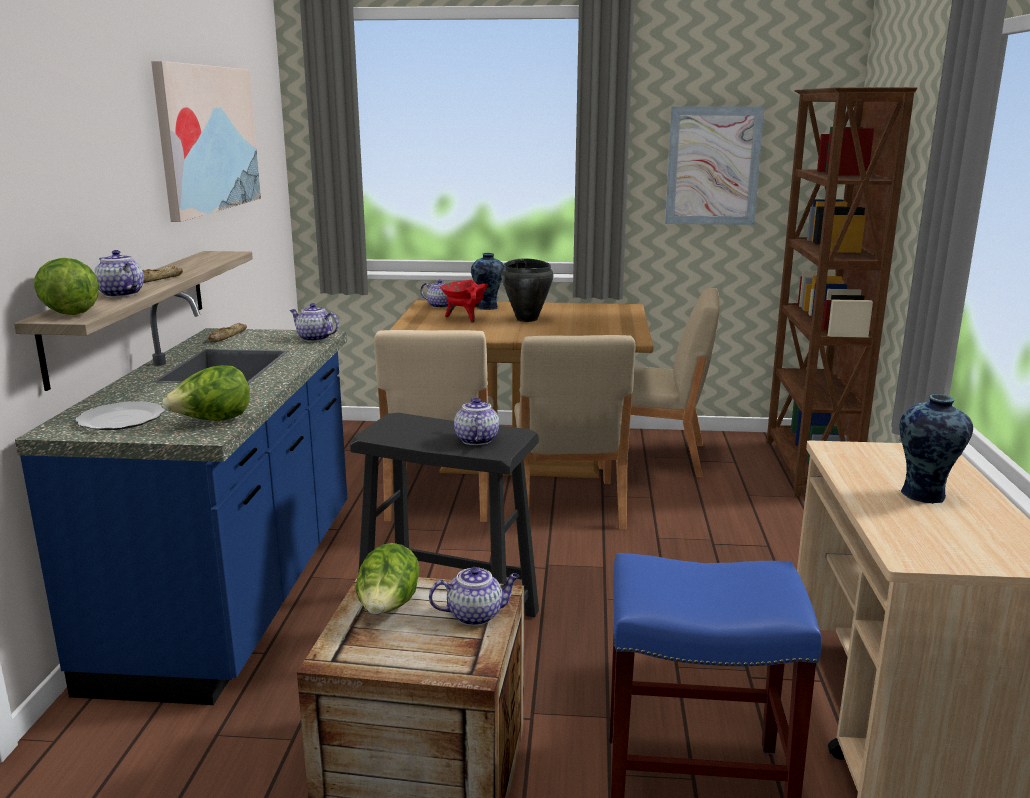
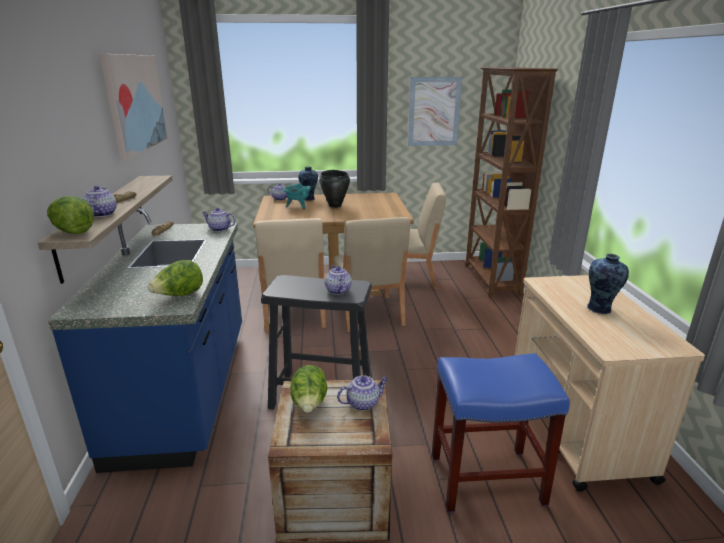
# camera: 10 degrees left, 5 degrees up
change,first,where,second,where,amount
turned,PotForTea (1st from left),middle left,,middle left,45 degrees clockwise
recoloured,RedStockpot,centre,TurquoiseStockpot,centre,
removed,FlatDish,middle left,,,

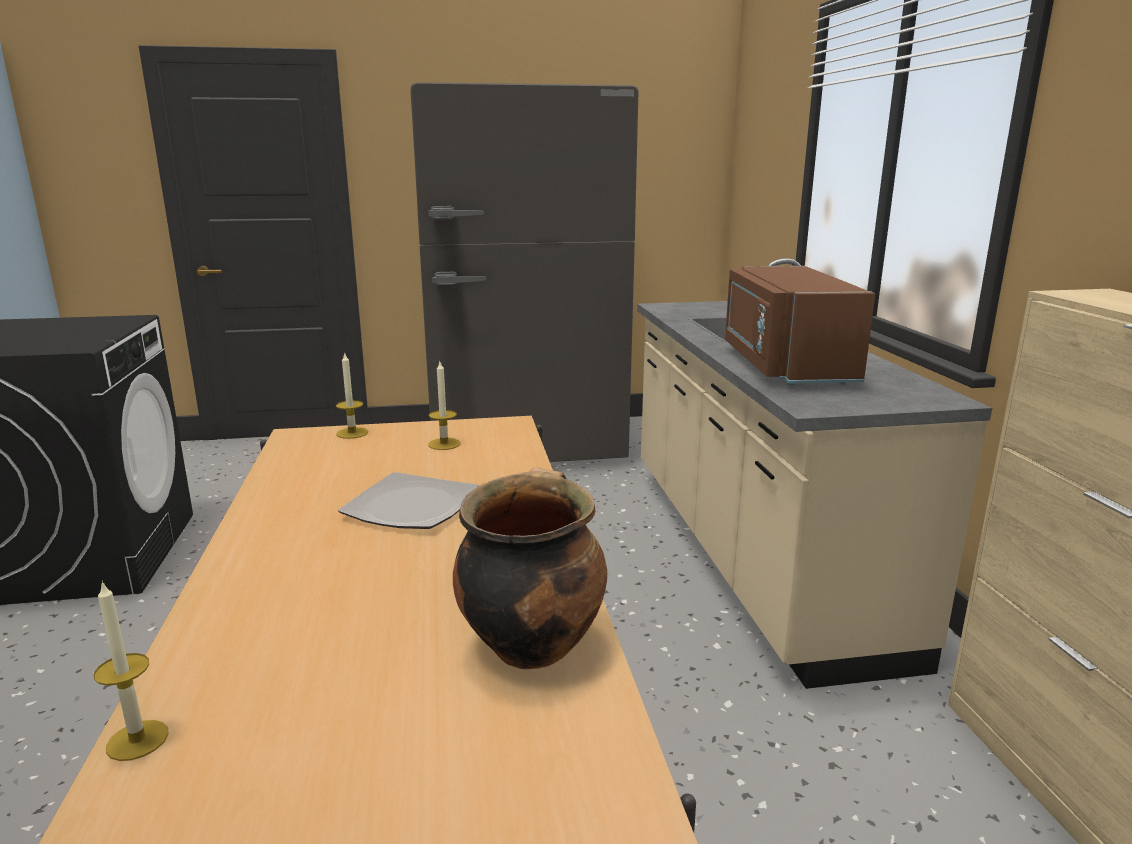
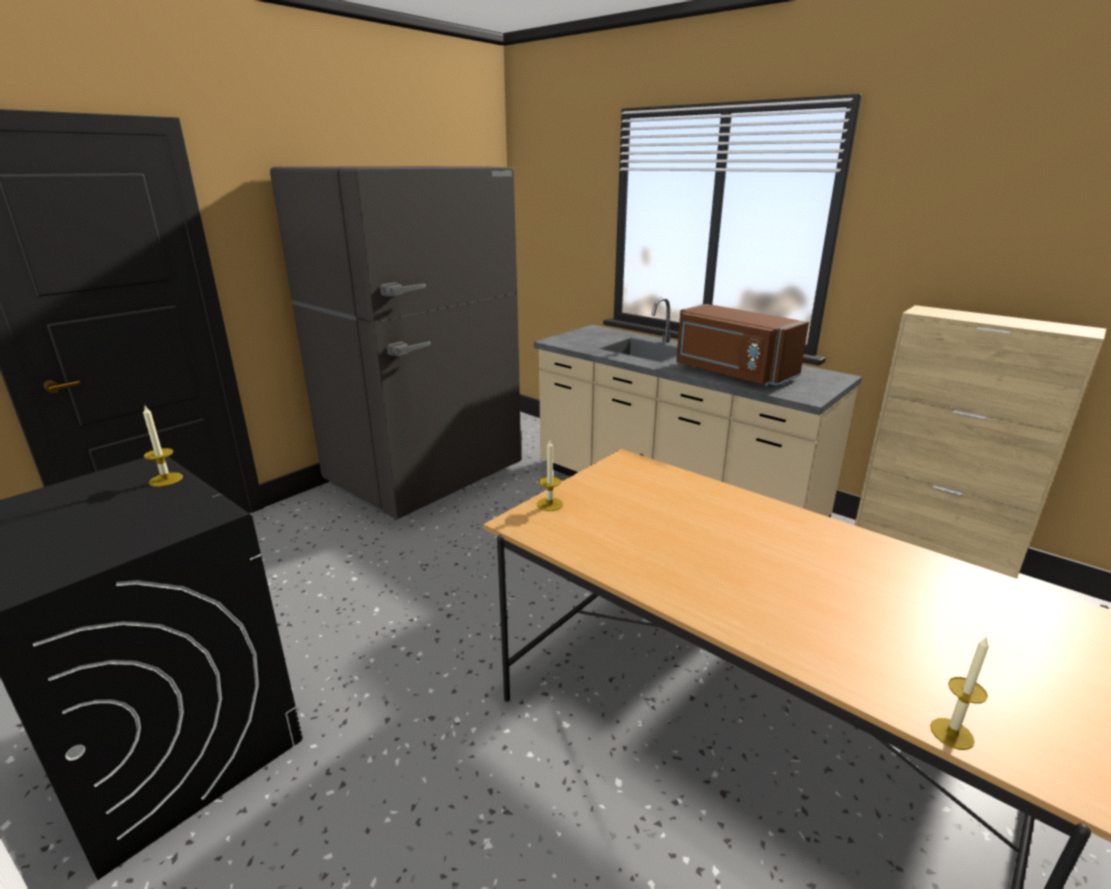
# camera: 40 degrees left, 5 degrees up
change,first,where,second,where,amount
moved,Candle (3rd from left in the first image),centre,Candle (1st from left),middle left,
removed,FlatDish,centre,,,
removed,Stockpot,bottom centre,,,

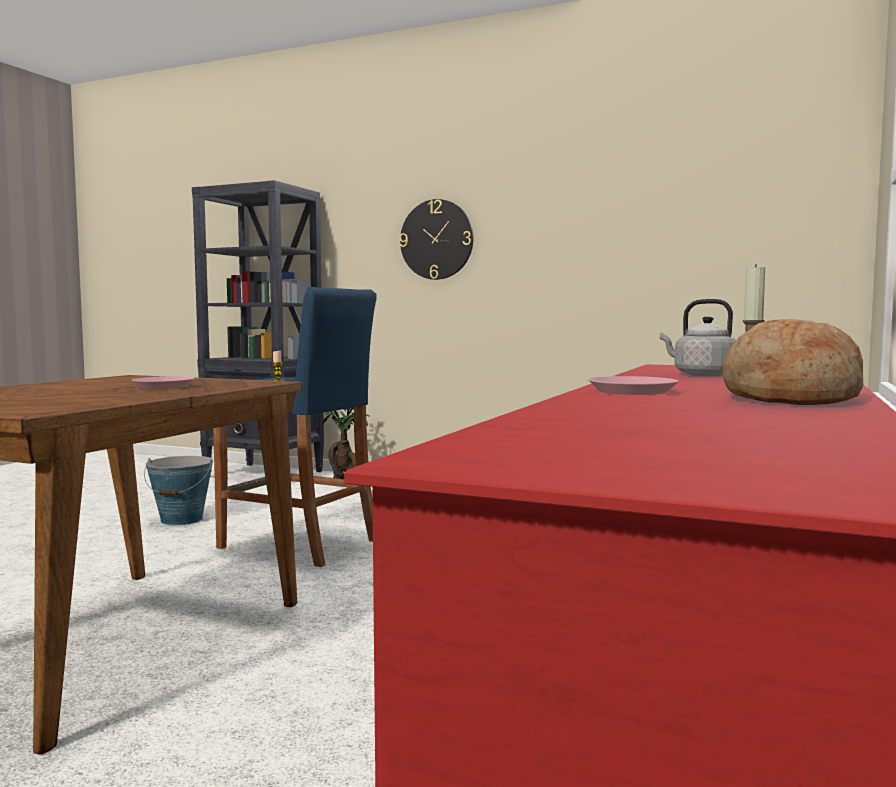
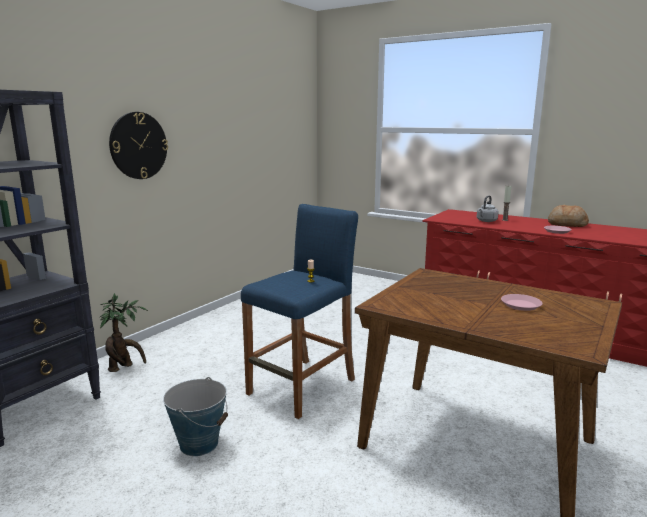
# camera: 80 degrees left, 10 degrees up
change,first,where,second,where,amount
moved,PinkishFlatDish (1st from left),middle left,,middle right,

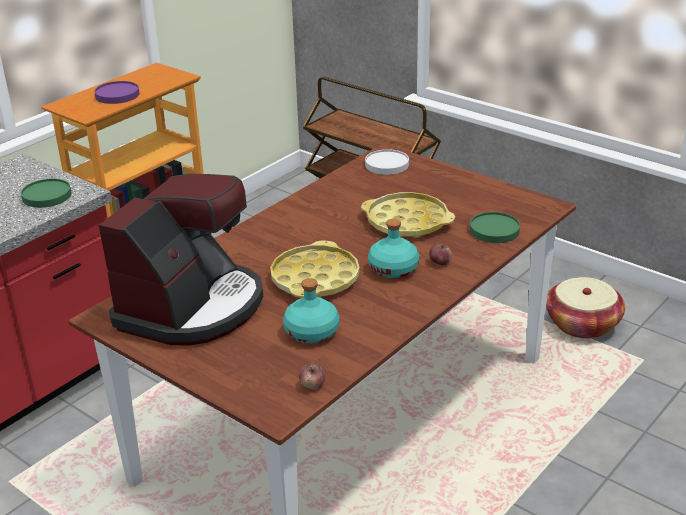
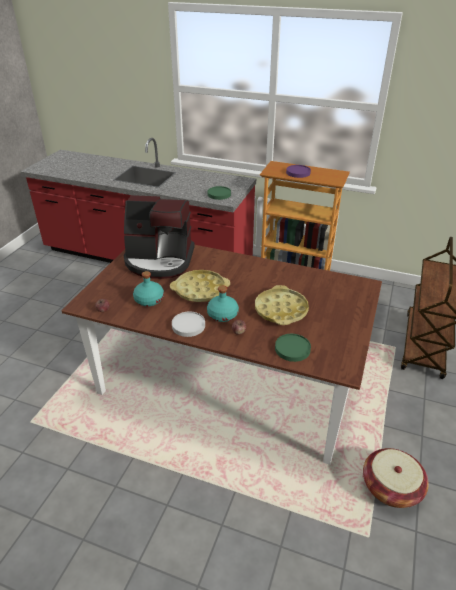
# camera: 70 degrees right, 5 degrees up
change,first,where,second,where,amount
moved,WhiteColouredFlatDish,top centre,,centre,

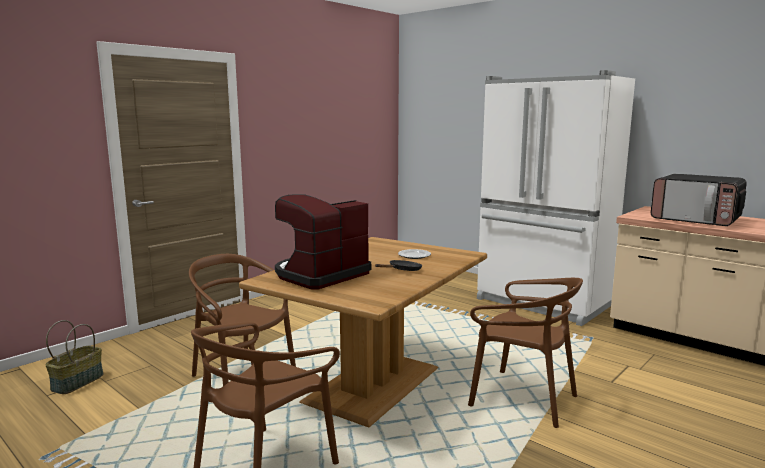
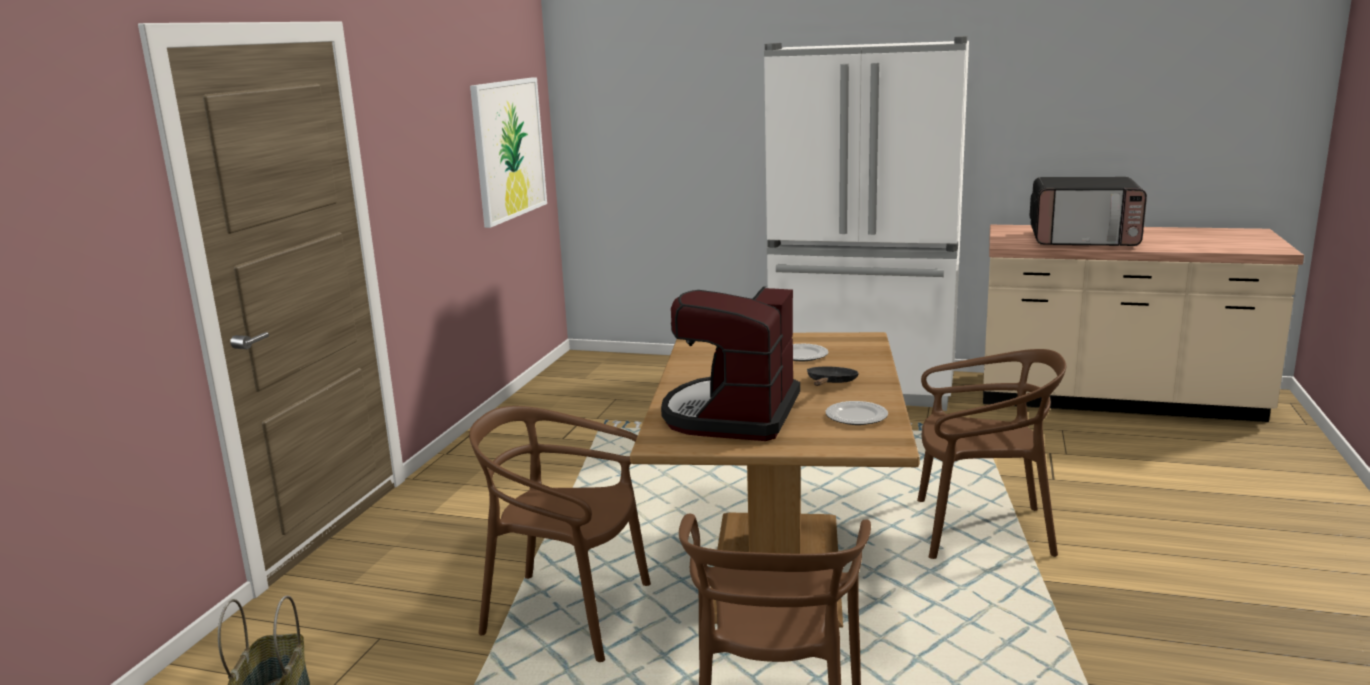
# camera: 25 degrees left, 5 degrees up
change,first,where,second,where,amount
added,,,WallPicture,top centre,
added,,,FlatDish (2nd from left),centre,

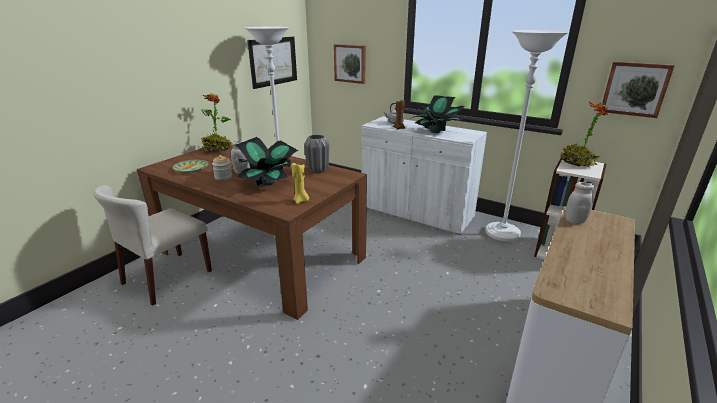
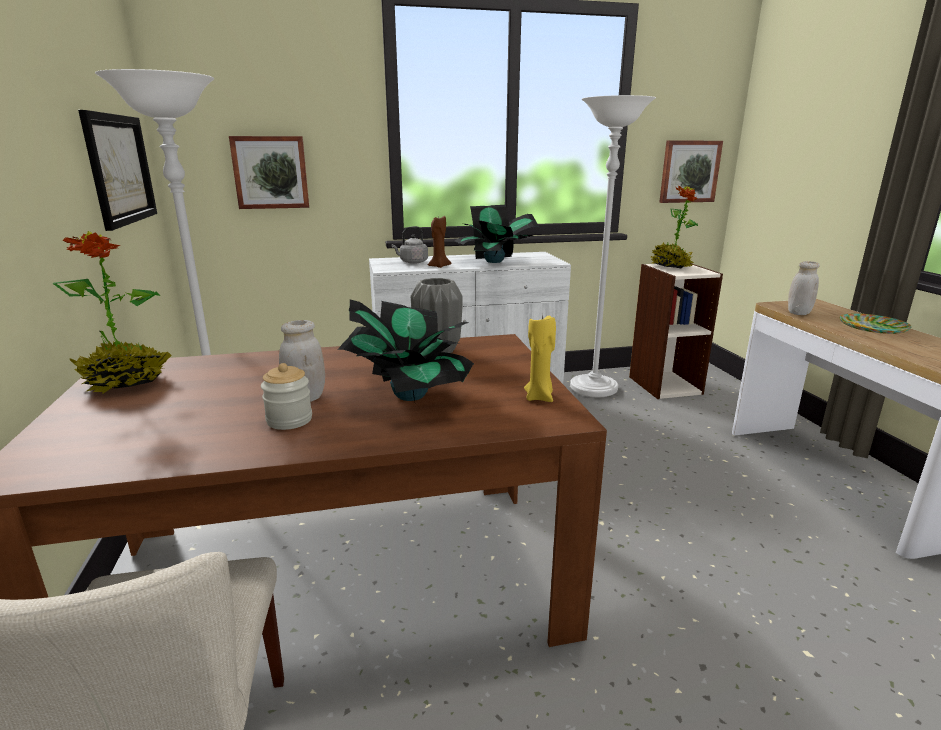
# camera: 45 degrees left, 5 degrees down
change,first,where,second,where,amount
moved,FlatDish,middle left,,middle right,

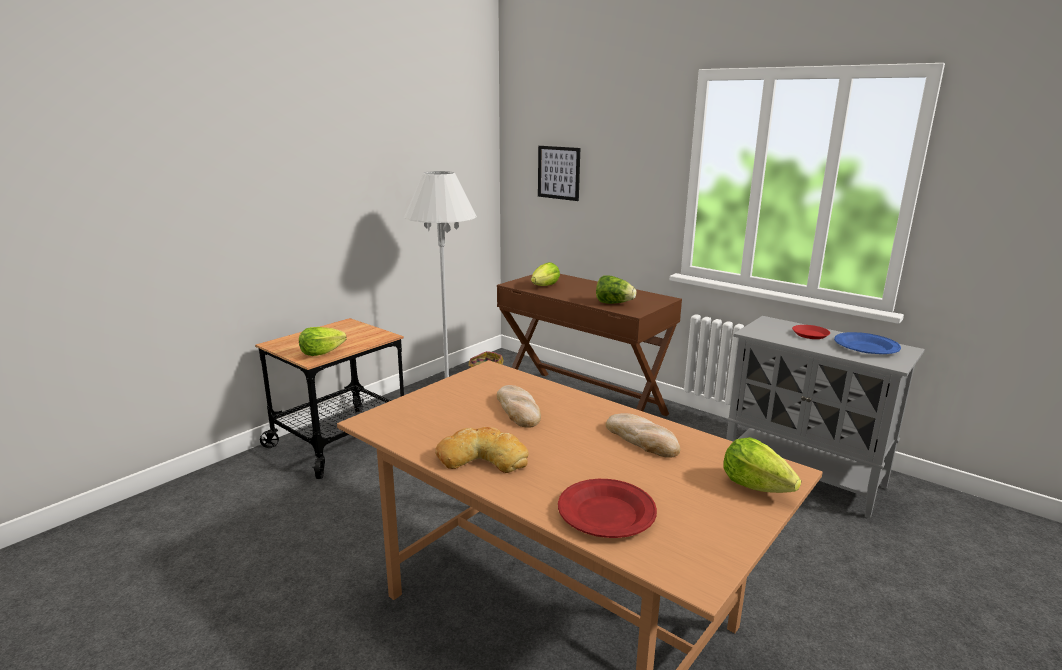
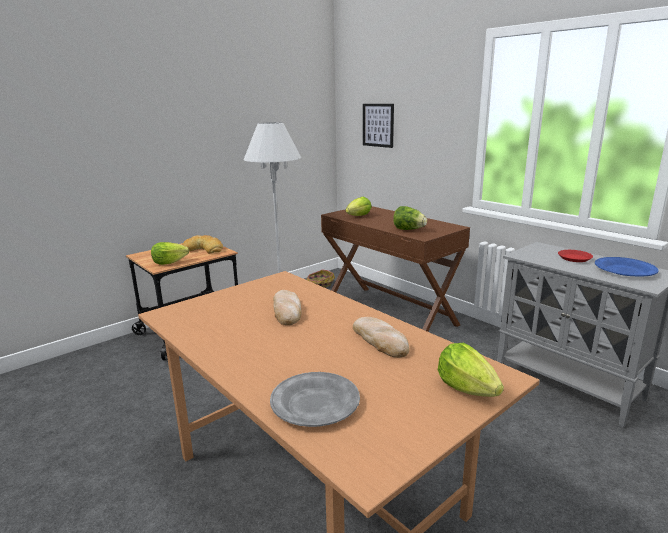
# camera: 10 degrees right, 0 degrees up
change,first,where,second,where,amount
moved,BakeryBread (1st from left),bottom centre,,middle left,
recoloured,RedFlatDish (1st from left),bottom centre,GrayFlatDish,bottom centre,

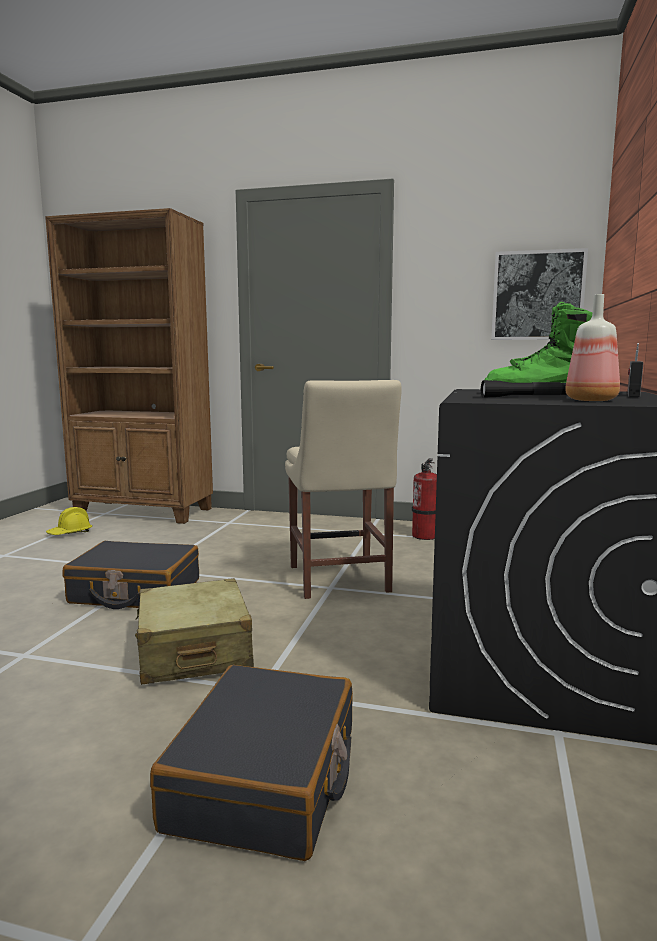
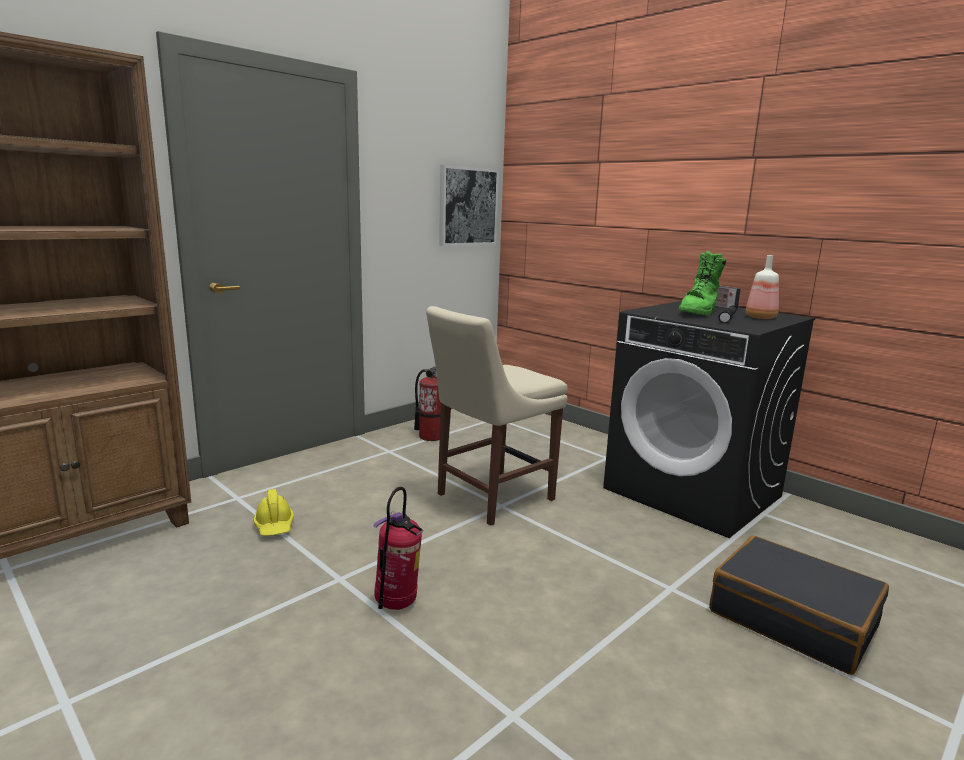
# camera: 60 degrees left, 5 degrees up
change,first,where,second,where,amount
moved,YellowHardHat,middle left,,bottom left,
replaced,BlackishTravelCase (1st from left),middle left,FireExtinguisher (1st from left),bottom centre,
turned,SandColouredUprightChair,centre,,centre,120 degrees clockwise
removed,SandColouredTravelCase,bottom left,,,

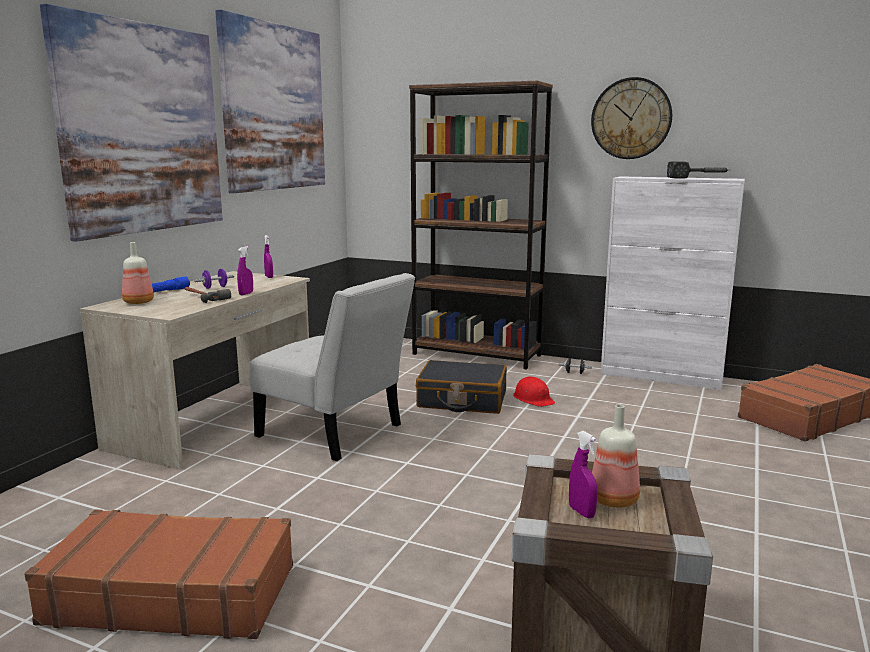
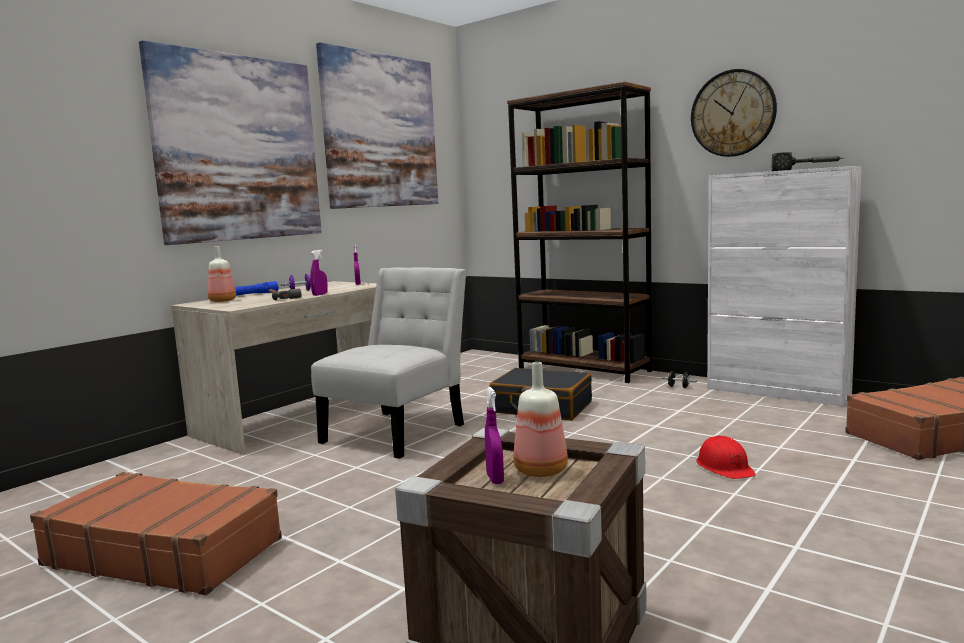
# camera: 15 degrees right, 5 degrees down
change,first,where,second,where,amount
turned,WhiteColouredUprightChair,centre,,centre,105 degrees counterclockwise
moved,RedHardHat,centre,,bottom right,

